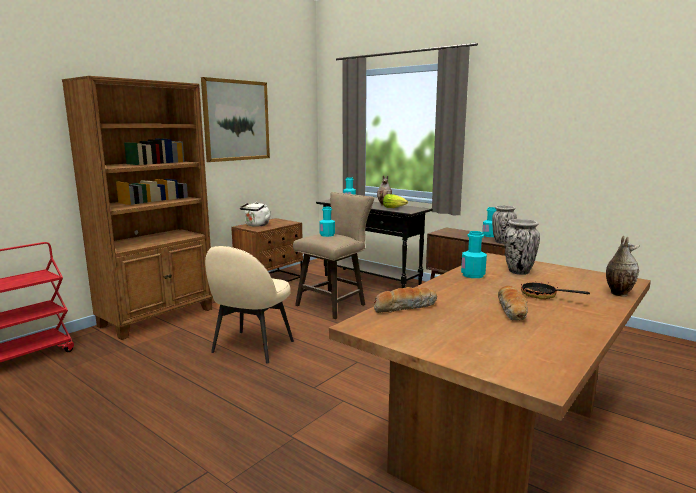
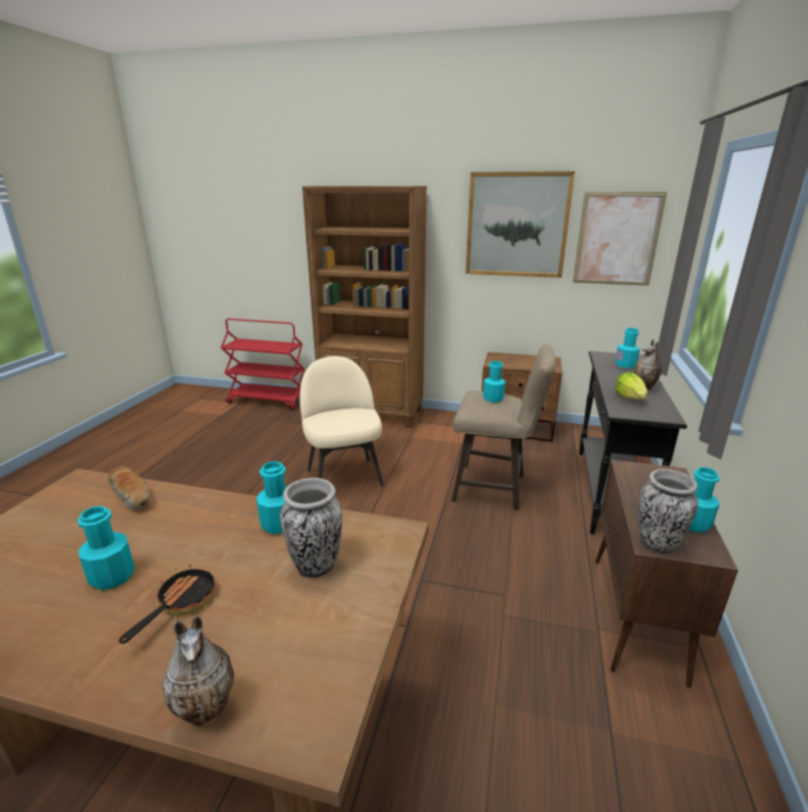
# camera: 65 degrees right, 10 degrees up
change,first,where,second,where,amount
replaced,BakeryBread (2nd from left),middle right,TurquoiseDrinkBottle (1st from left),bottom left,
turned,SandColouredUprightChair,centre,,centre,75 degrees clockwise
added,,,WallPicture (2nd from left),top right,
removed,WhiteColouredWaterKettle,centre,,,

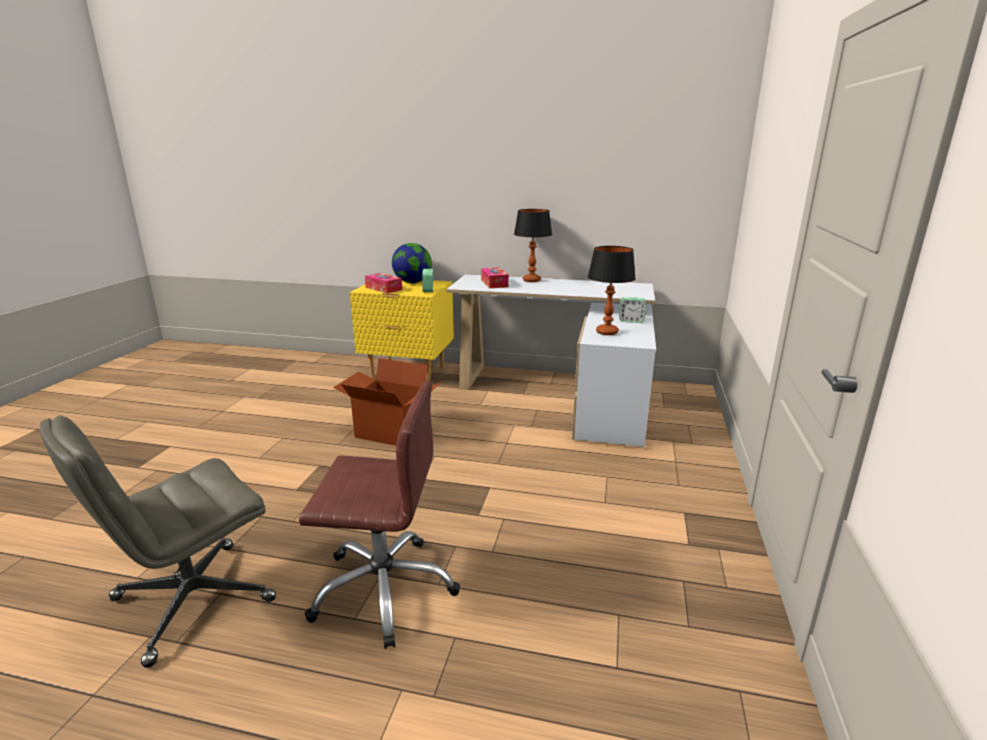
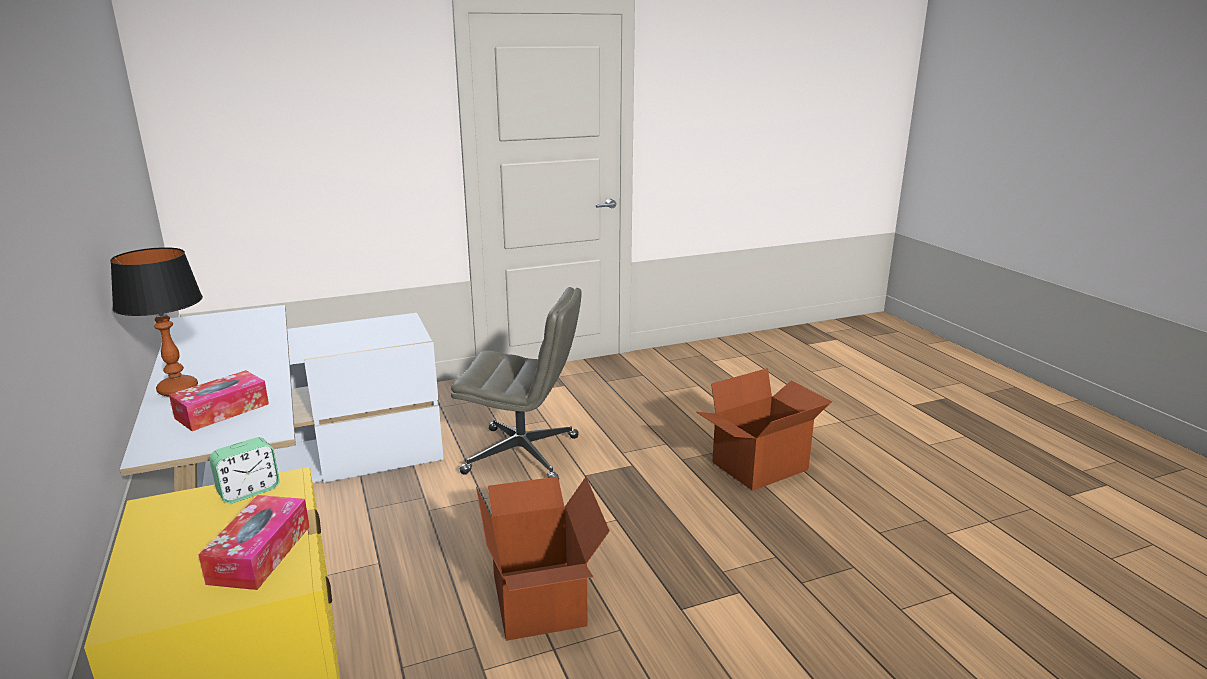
# camera: 125 degrees left, 0 degrees up
change,first,where,second,where,amount
moved,GrayOfficeChair,bottom left,,centre,
replaced,BrownishOfficeChair,bottom centre,Carton (2nd from left),centre,
removed,WorldGlobe,centre,,,
removed,TabletopLamp (2nd from left),centre,,,
removed,AlarmClock (2nd from left),centre,,,

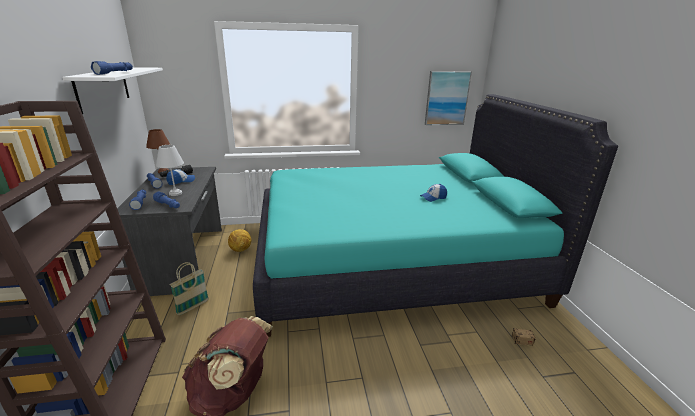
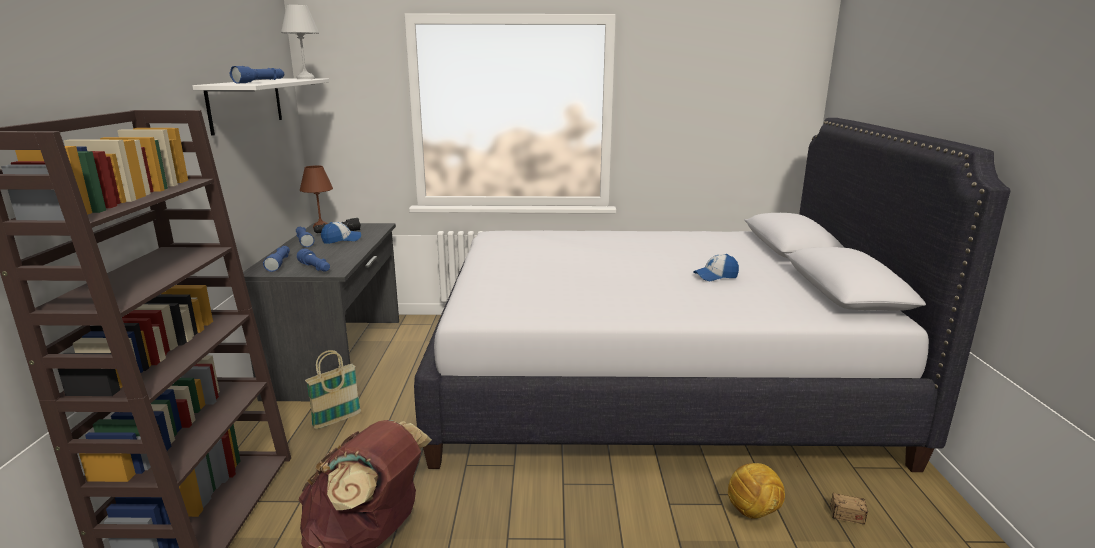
# camera: 10 degrees right, 5 degrees down
change,first,where,second,where,amount
moved,WhiteColouredTabletopLamp,middle left,,top left,
recoloured,TurquoiseBedroomBed,centre,WhiteColouredBedroomBed,centre,
moved,FootballBall,centre,,bottom right,
removed,WallPicture,top centre,,,

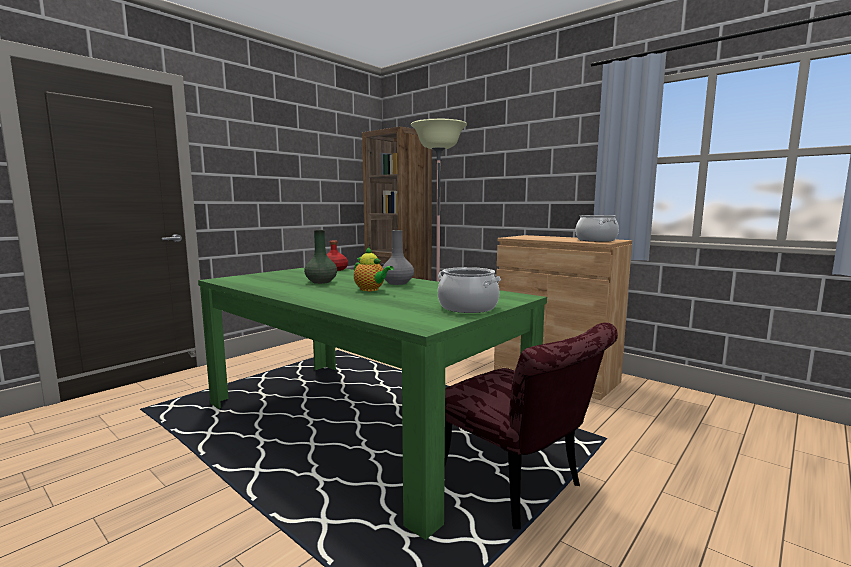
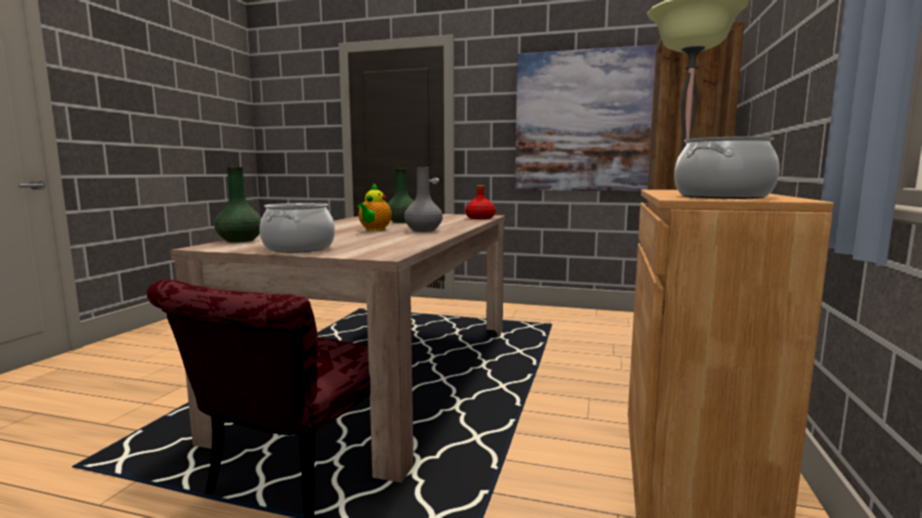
# camera: 65 degrees right, 0 degrees up
change,first,where,second,where,amount
recoloured,GreenDinnerTable,bottom centre,SandColouredDinnerTable,bottom centre,
added,,,GreenFlowerVase (1st from left),middle left,
added,,,WallPicture,top centre,

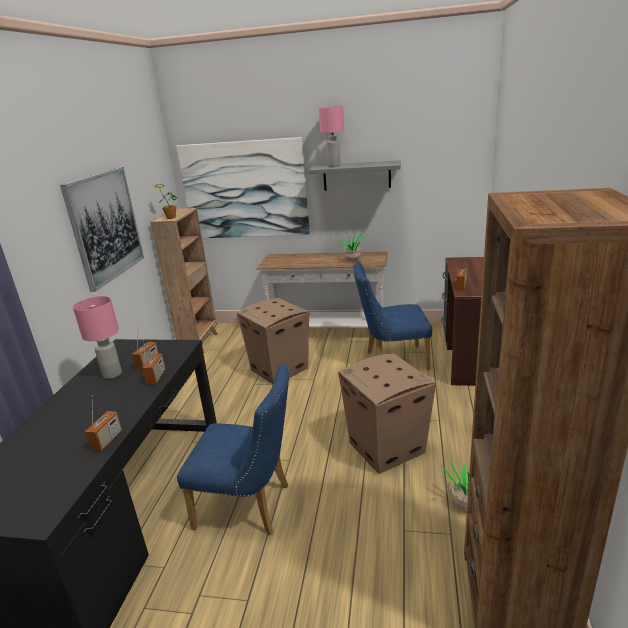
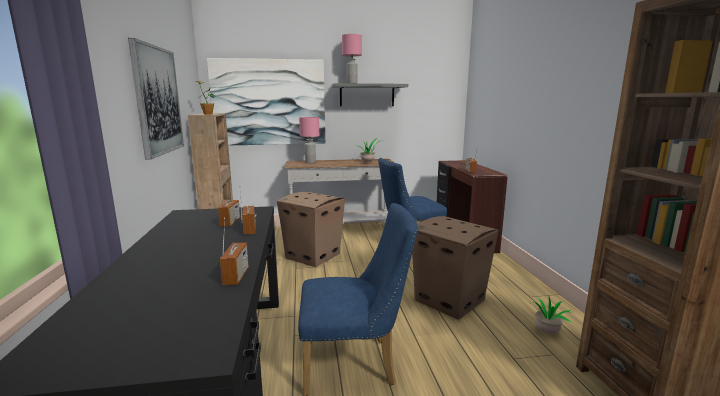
# camera: 20 degrees left, 10 degrees down
change,first,where,second,where,amount
moved,PinkishTabletopLamp (1st from left),middle left,,centre,

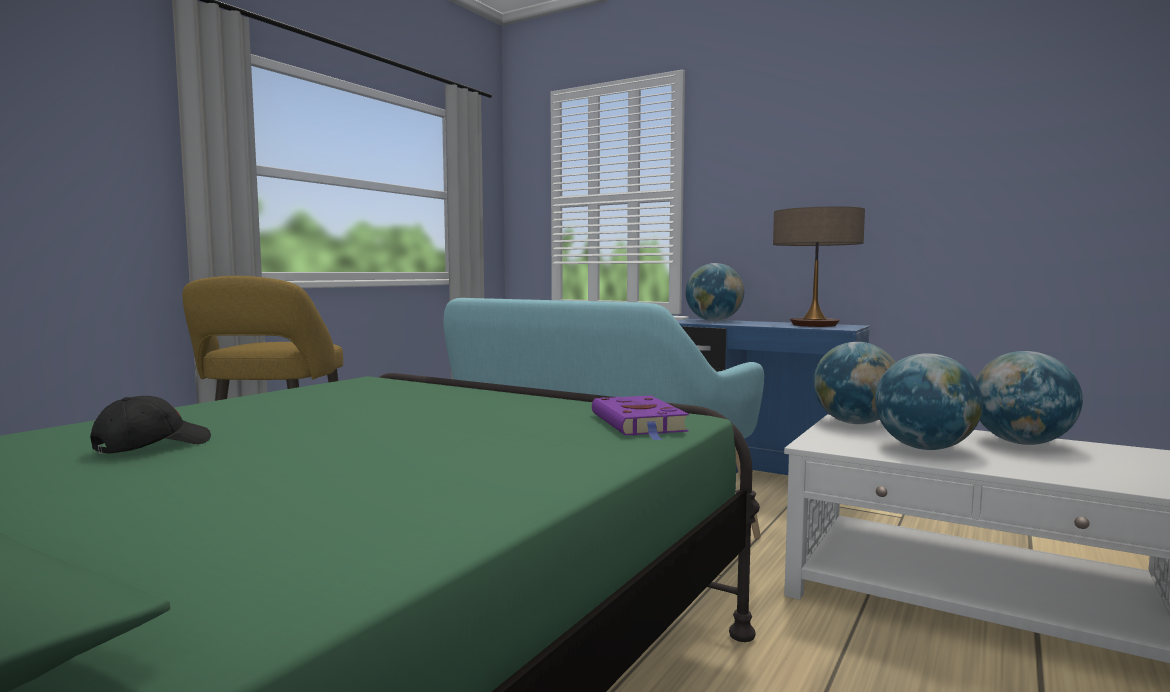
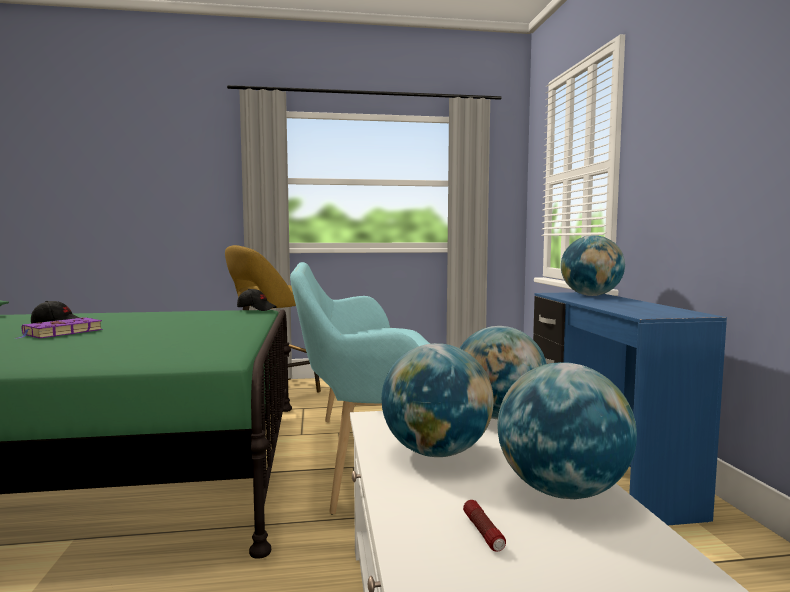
# camera: 50 degrees right, 0 degrees up
change,first,where,second,where,amount
moved,PurpleVolume,centre,,middle left,
added,,,BlackishBaseballCap (2nd from left),middle left,
added,,,HandTorch,bottom centre,
removed,TabletopLamp,middle right,,,

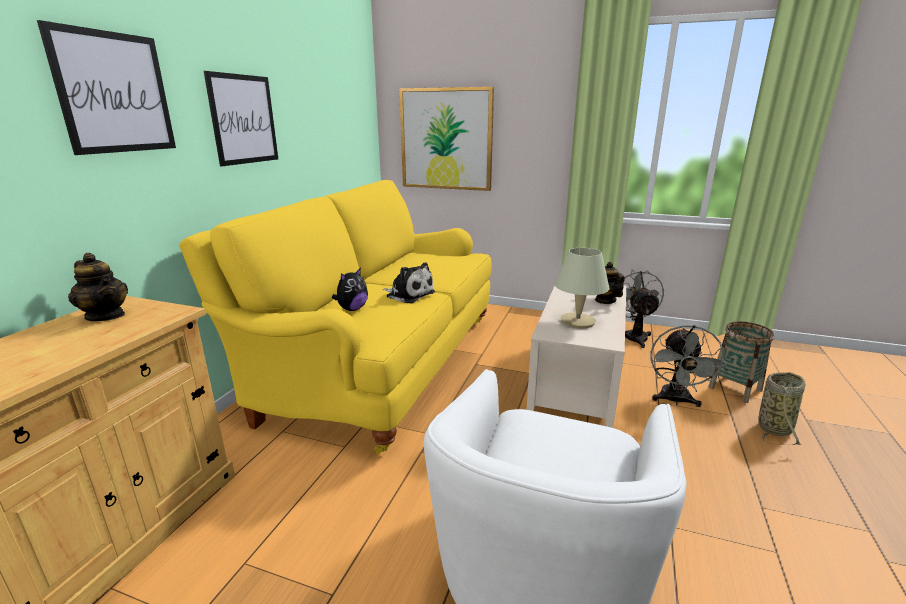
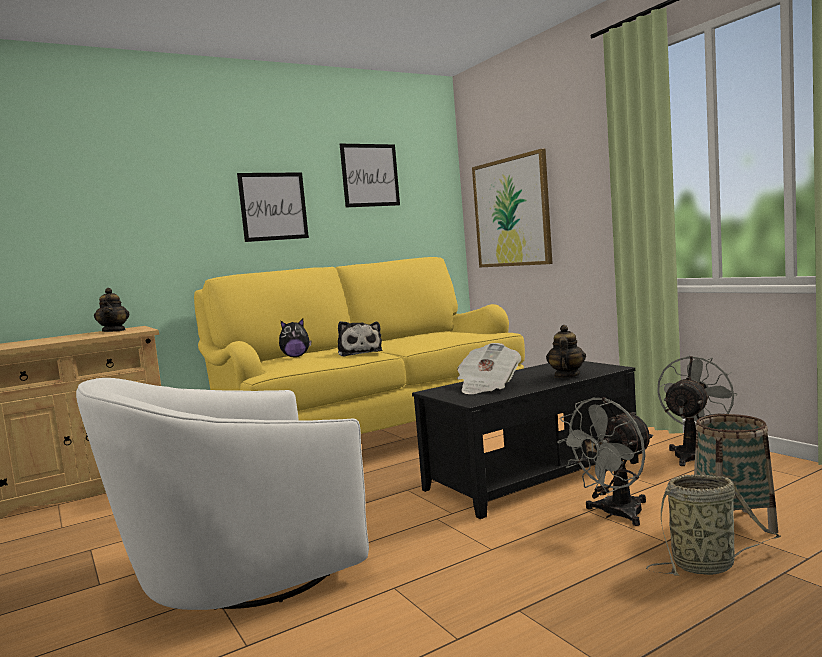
# camera: 40 degrees right, 15 degrees down
change,first,where,second,where,amount
moved,WallPicture (1st from left in the first image),top left,WallPicture (2nd from left),top centre,
recoloured,SandColouredCoffeeTable,centre,BlackishCoffeeTable,bottom centre,
replaced,SandColouredTabletopLamp,centre,Newspaper,centre,

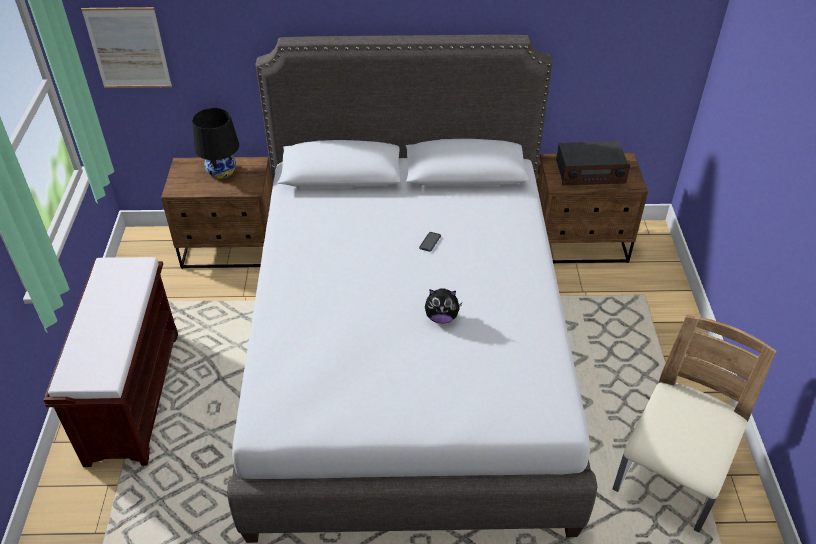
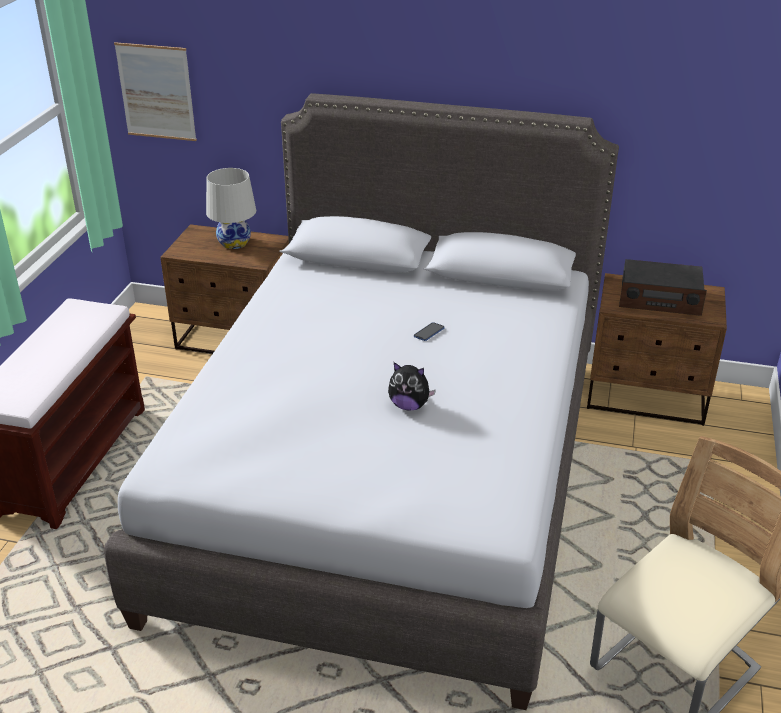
# camera: 15 degrees right, 10 degrees down
change,first,where,second,where,amount
recoloured,BlackishTabletopLamp,top left,WhiteColouredTabletopLamp,top left,

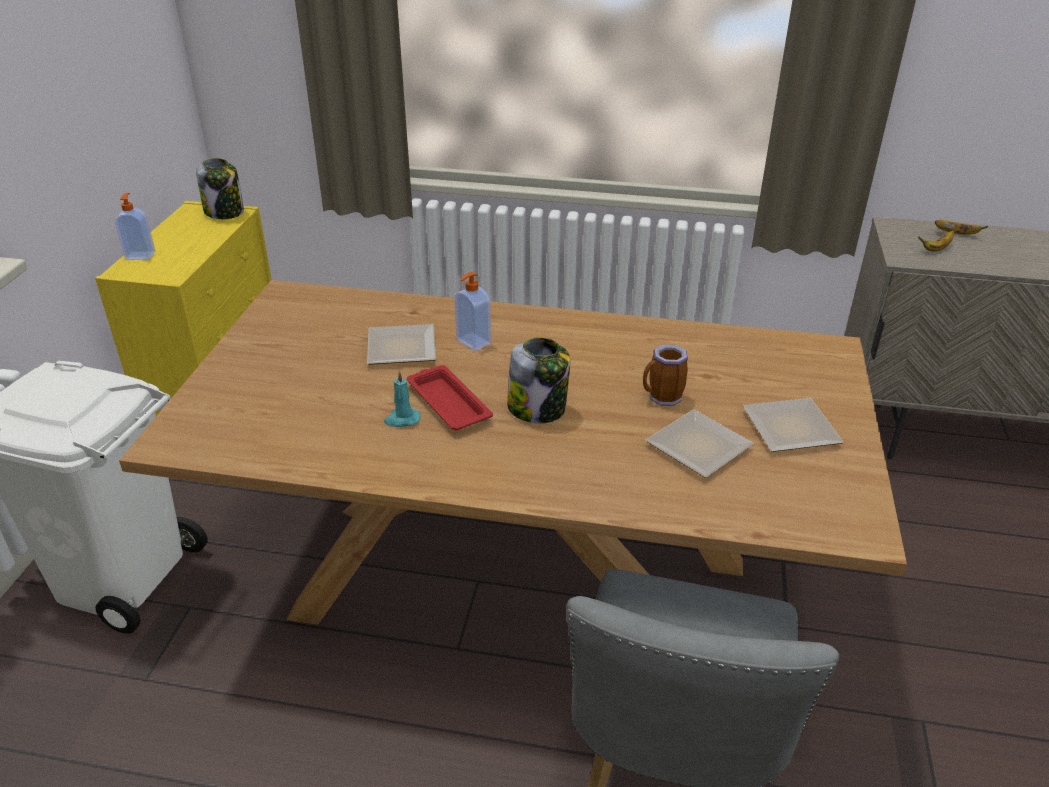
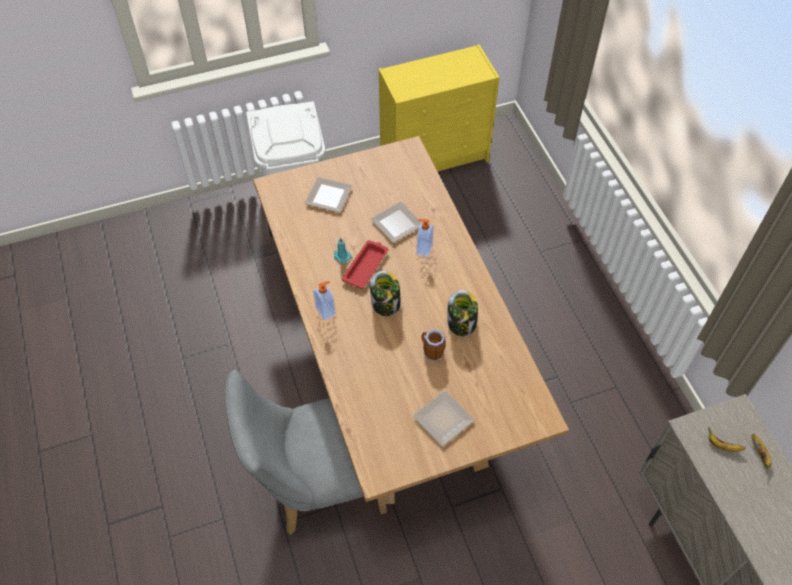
# camera: 60 degrees right, 20 degrees up
change,first,where,second,where,amount
moved,FlatDish (2nd from left in the first image),middle right,FlatDish (1st from left),centre,
moved,SoapBottle (1st from left),top left,,centre,
moved,StorageJar (1st from left in the first image),top left,StorageJar (2nd from left),centre,

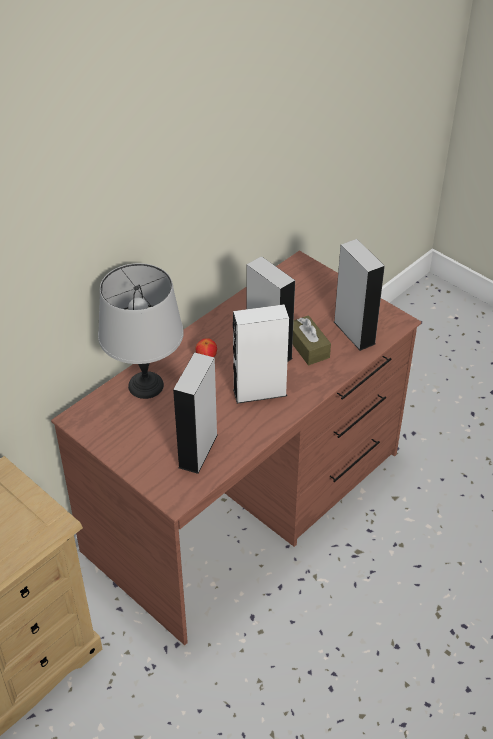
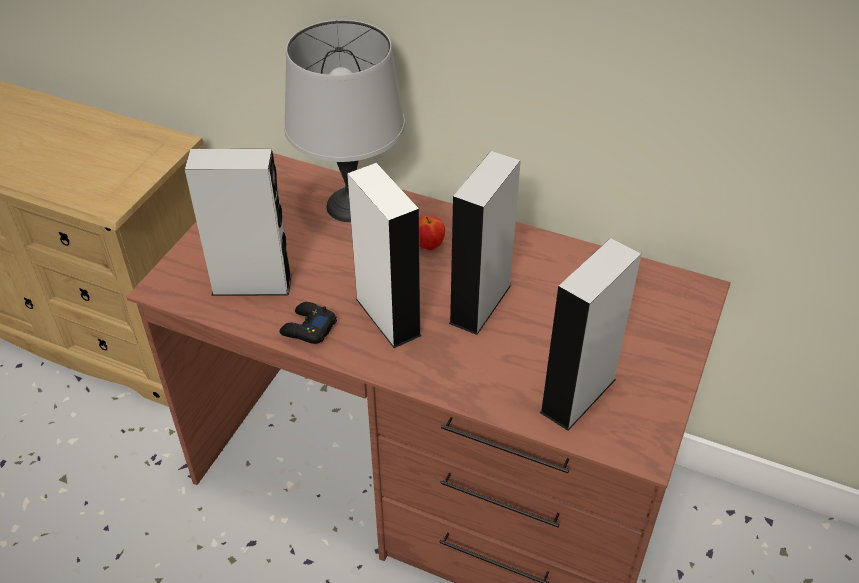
# camera: 70 degrees right, 0 degrees up
change,first,where,second,where,amount
added,,,BlackishGameController,centre,
removed,BrownishTissueBox,centre,,,

